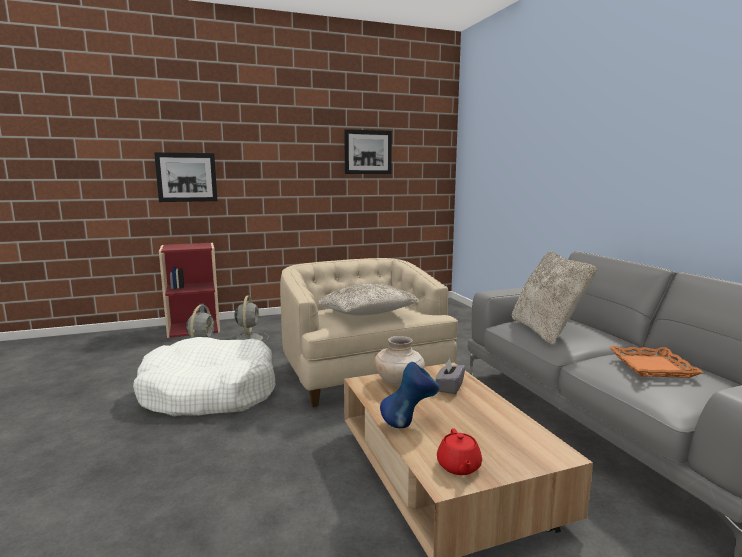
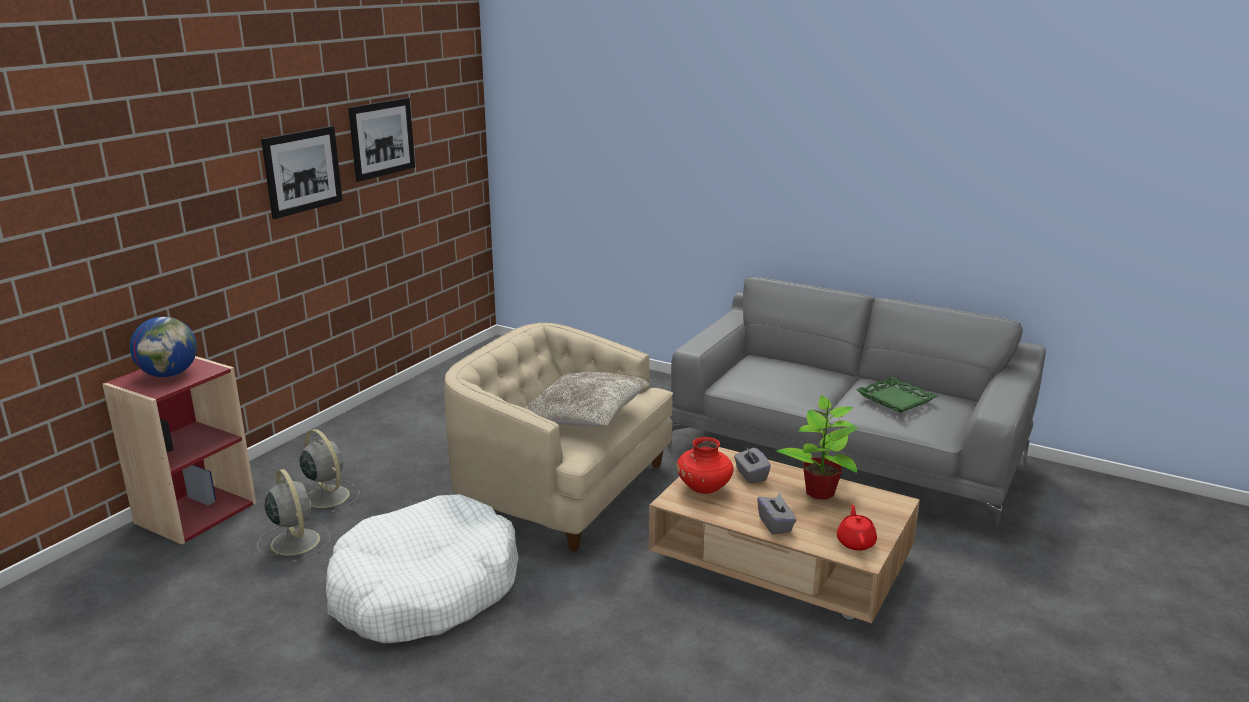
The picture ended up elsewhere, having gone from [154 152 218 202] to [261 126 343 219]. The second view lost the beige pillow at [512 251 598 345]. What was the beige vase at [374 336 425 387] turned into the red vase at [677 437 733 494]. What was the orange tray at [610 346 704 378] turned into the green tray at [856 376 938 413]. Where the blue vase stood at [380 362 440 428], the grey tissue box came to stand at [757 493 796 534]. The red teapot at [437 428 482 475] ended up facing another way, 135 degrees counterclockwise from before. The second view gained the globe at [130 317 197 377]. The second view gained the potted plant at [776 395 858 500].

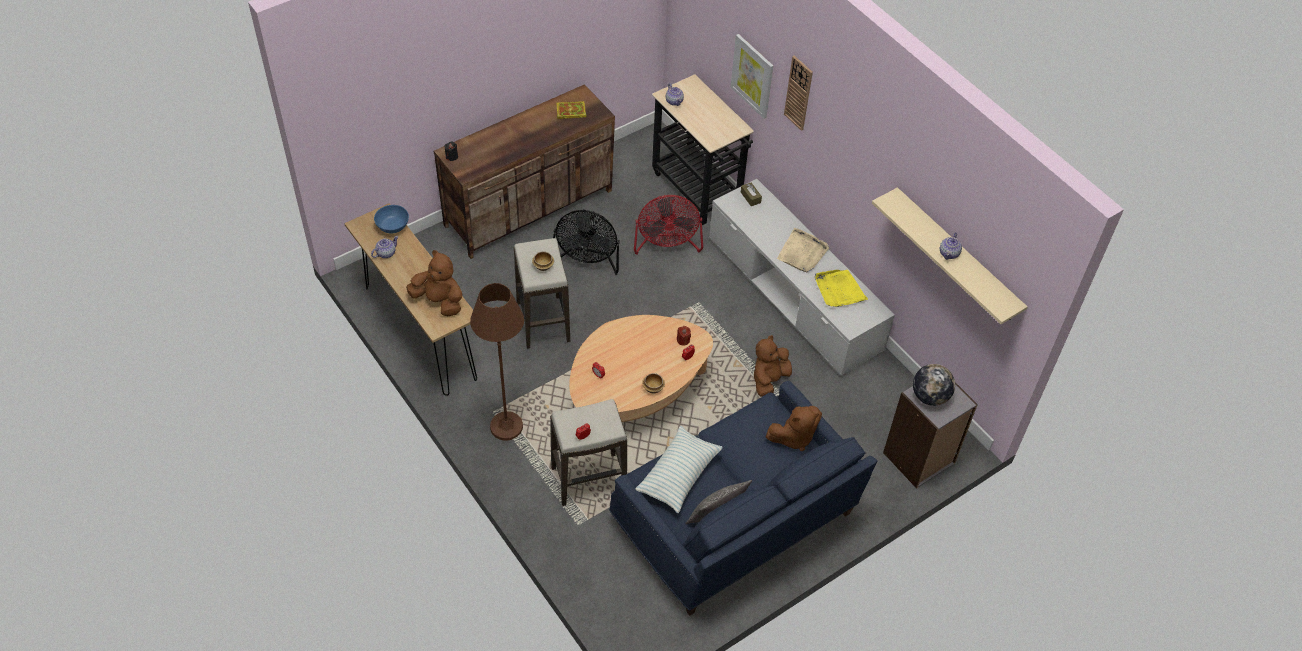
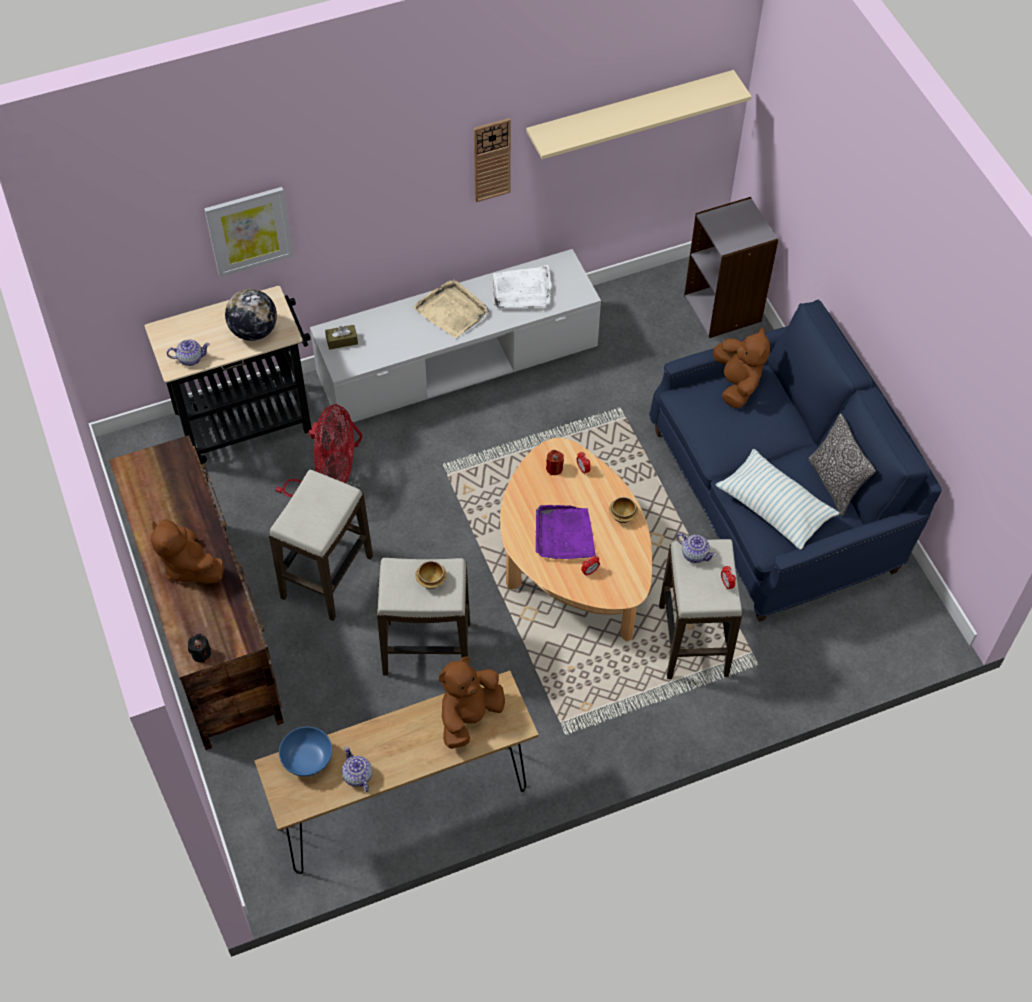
The wall clock ended up elsewhere, having gone from [784 56 813 131] to [474 118 511 202]. The second view lost the book at [556 101 586 119]. Where the black fan stood at [553 210 620 275], the stool came to stand at [269 470 373 621]. The teapot ended up elsewhere, having gone from [939 232 962 260] to [676 533 716 563]. What was the yellow tray at [814 270 868 307] turned into the white tray at [493 265 551 308]. The second view lost the brown floor lamp at [470 283 524 441]. The brown plush toy ended up elsewhere, having gone from [754 335 792 397] to [151 519 224 584]. The globe ended up elsewhere, having gone from [913 364 955 406] to [225 289 277 341]. The second view gained the purple tray at [536 505 596 559].

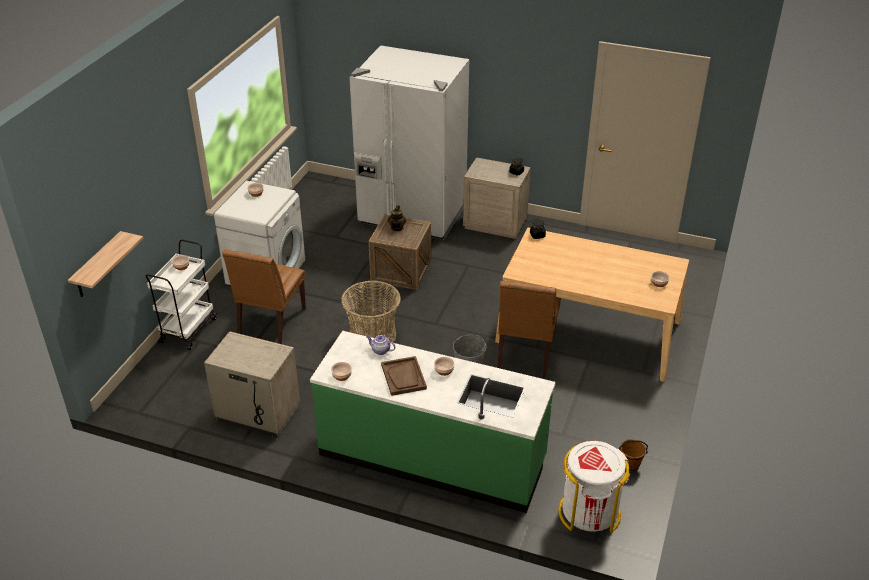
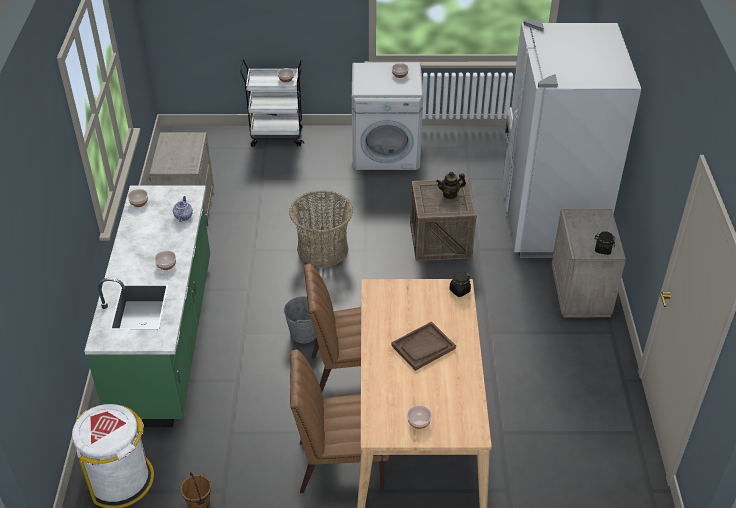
The second view lost the shelf at [68 231 143 297]. The brown chair ended up elsewhere, having gone from [222 249 306 344] to [290 350 390 493]. The brown tray ended up elsewhere, having gone from [381 356 427 396] to [391 321 456 371].

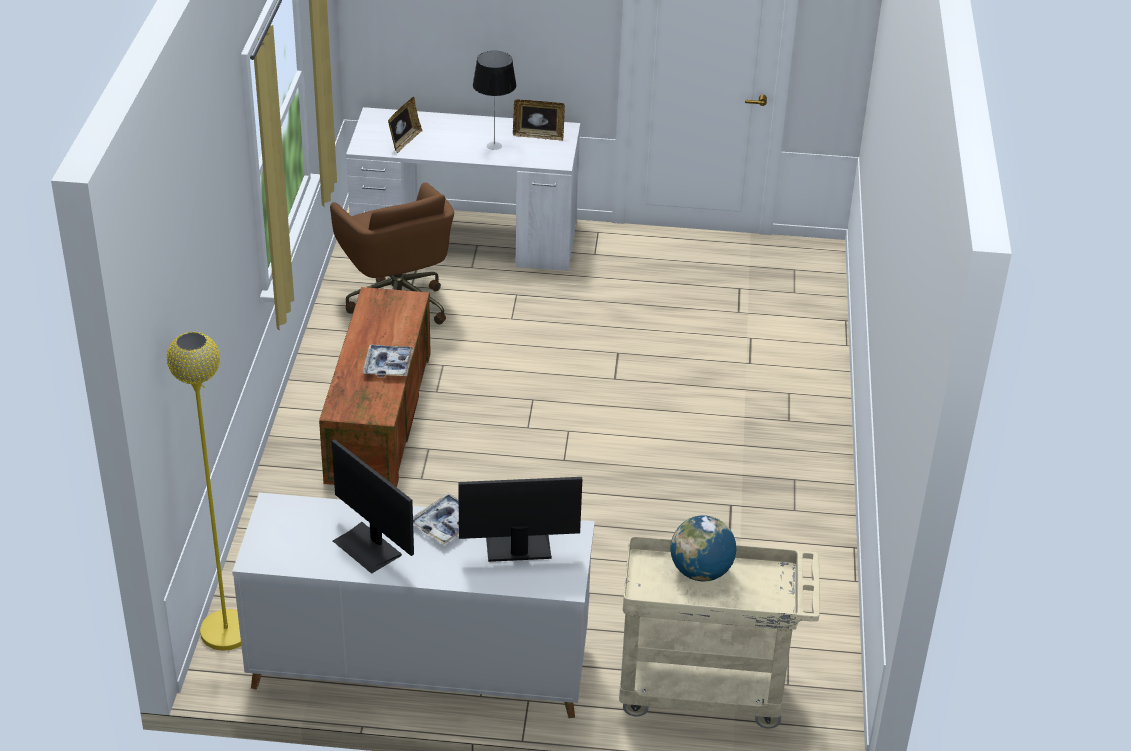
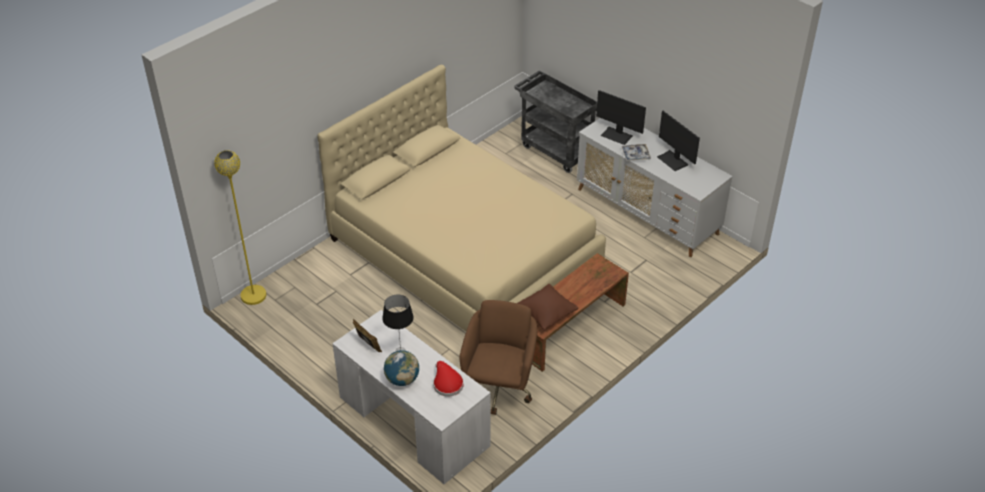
Where the picture frame stood at [388 97 423 153], the red hat came to stand at [433 361 464 397]. The yellow floor lamp ended up elsewhere, having gone from [167 332 241 650] to [214 150 266 305]. The second view lost the tray at [363 345 413 377]. The monitor at [332 439 414 574] ended up facing another way, 150 degrees clockwise from before. The globe ended up elsewhere, having gone from [670 515 736 581] to [384 350 419 386]. What was the beige cart at [619 536 820 728] turned into the black cart at [514 71 597 173]. The second view gained the beige bed at [317 65 606 331]. The second view gained the brown pillow at [517 284 579 330].

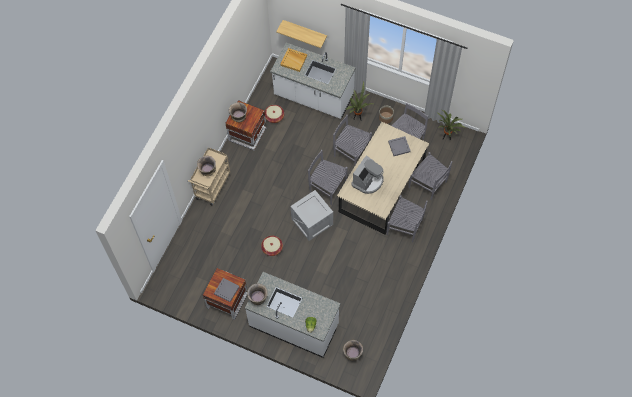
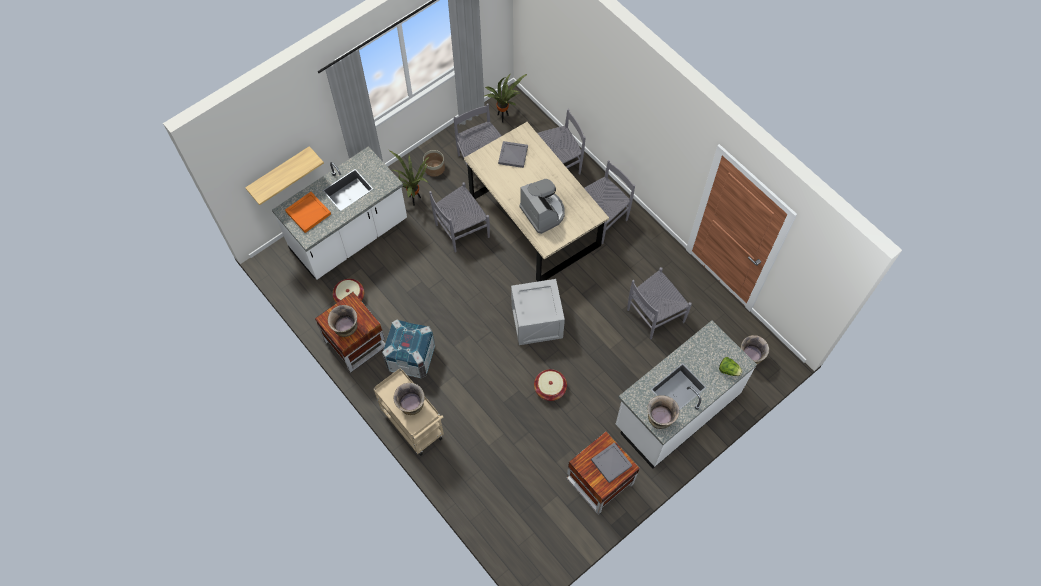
What was the beige tray at [280 48 307 72] turned into the orange tray at [285 192 331 233]. The grey chair ended up elsewhere, having gone from [308 150 348 205] to [627 267 692 339]. The second view gained the crate at [382 319 435 378].

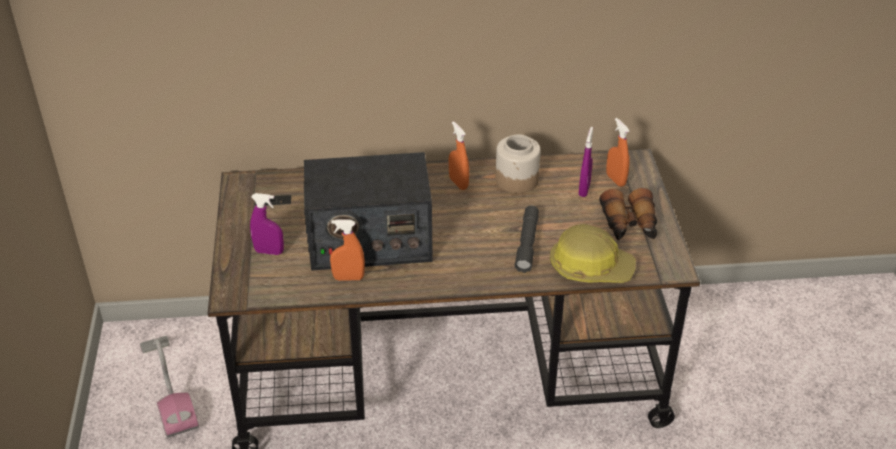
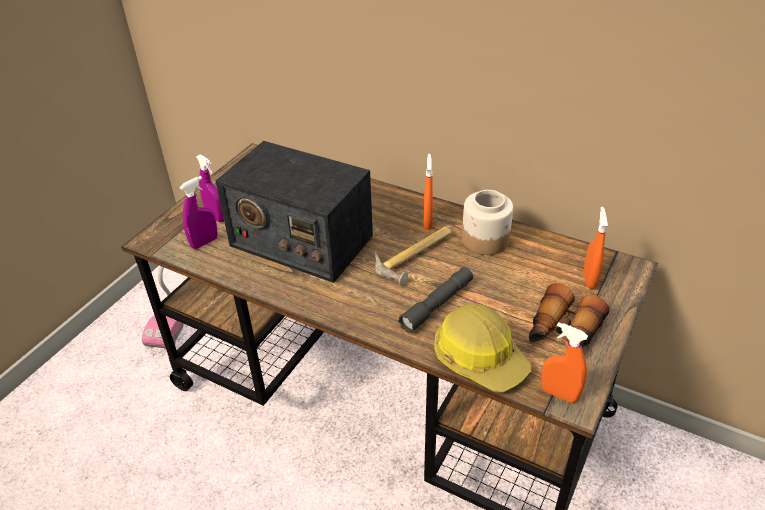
The purple spray bottle ended up elsewhere, having gone from [579 127 593 197] to [180 176 218 249]. The orange spray bottle ended up elsewhere, having gone from [330 220 365 281] to [542 322 588 403]. The second view gained the hammer at [375 227 452 286].

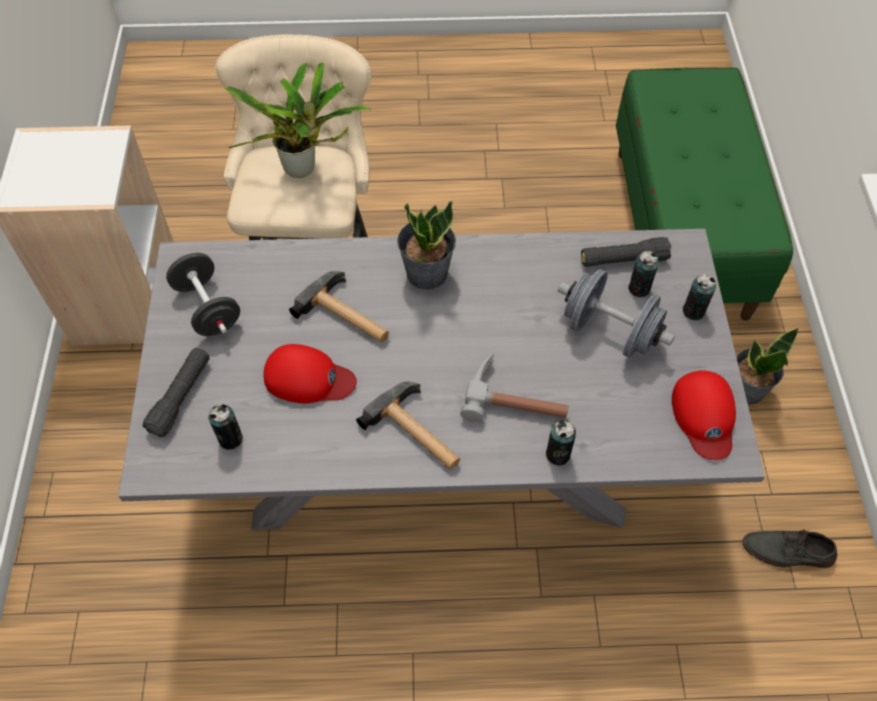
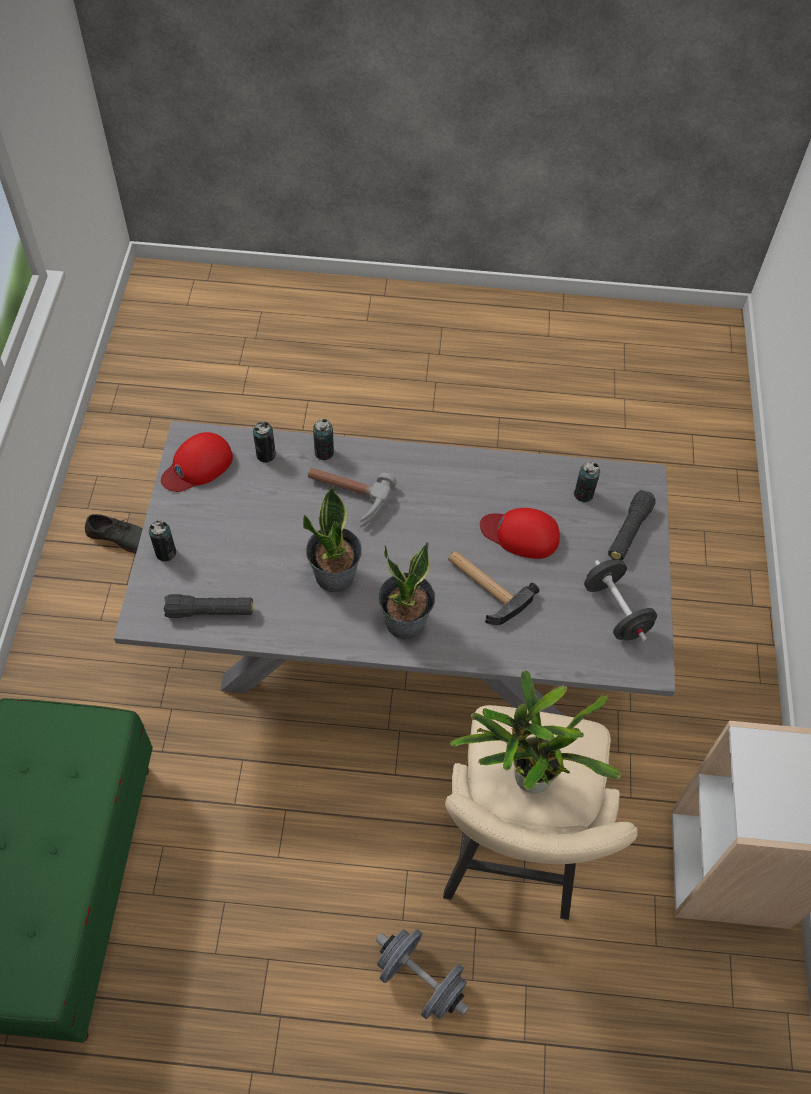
The can ended up elsewhere, having gone from [628 251 659 298] to [253 421 276 463]. The grey dumbbell ended up elsewhere, having gone from [558 269 675 358] to [376 929 469 1019]. The potted plant ended up elsewhere, having gone from [736 327 799 405] to [303 487 362 592]. The red cap at [672 370 736 460] ended up facing another way, 135 degrees counterclockwise from before. The second view lost the hammer at [356 382 460 469].

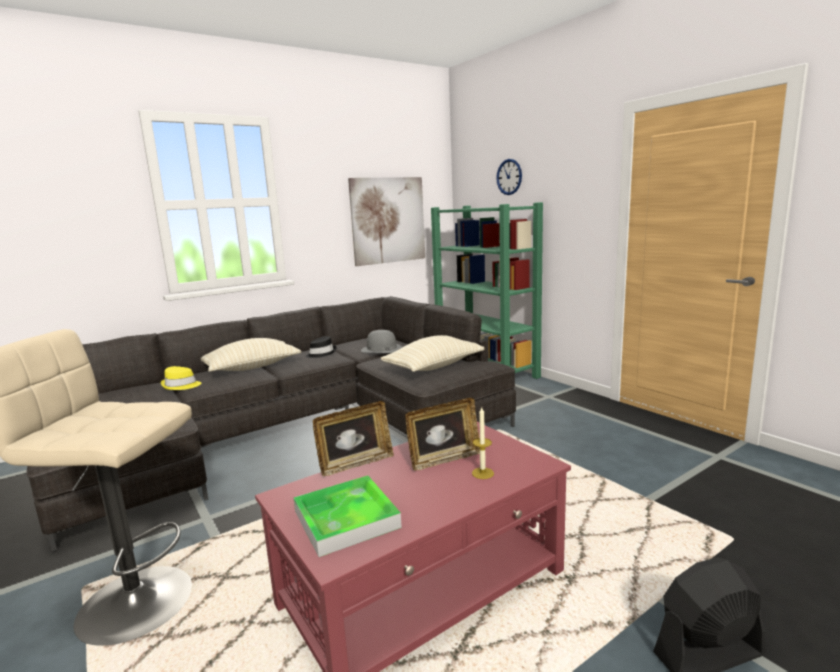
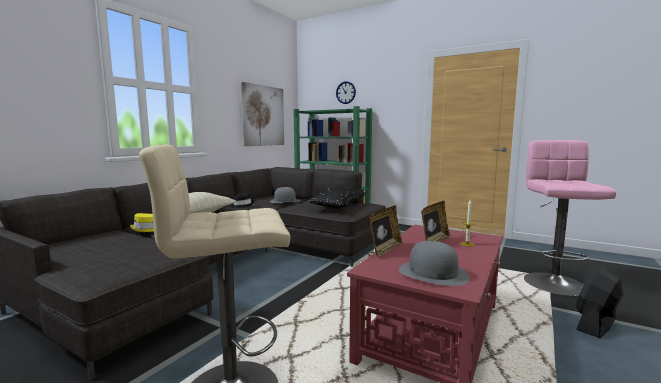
What was the beige pillow at [381 335 485 372] turned into the black pillow at [307 185 366 208]. Where the tray stood at [294 476 402 557], the grey hat came to stand at [399 241 470 286]. The second view gained the pink stool at [524 140 616 296].

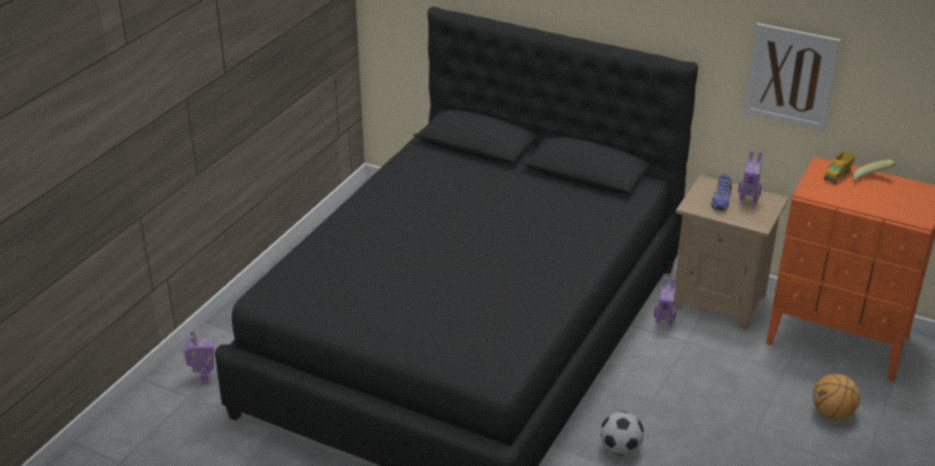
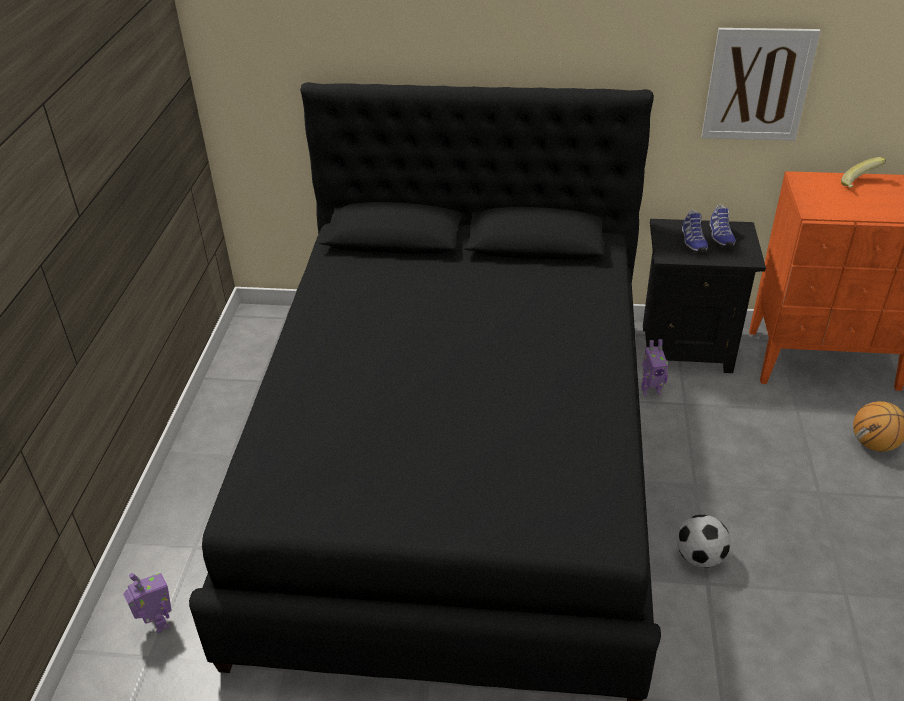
Where the toy robot stood at [738 150 762 207], the shoe came to stand at [709 205 736 248]. The second view lost the toy truck at [824 151 856 184]. What was the beige nightstand at [674 175 789 330] turned into the black nightstand at [643 219 766 373].

